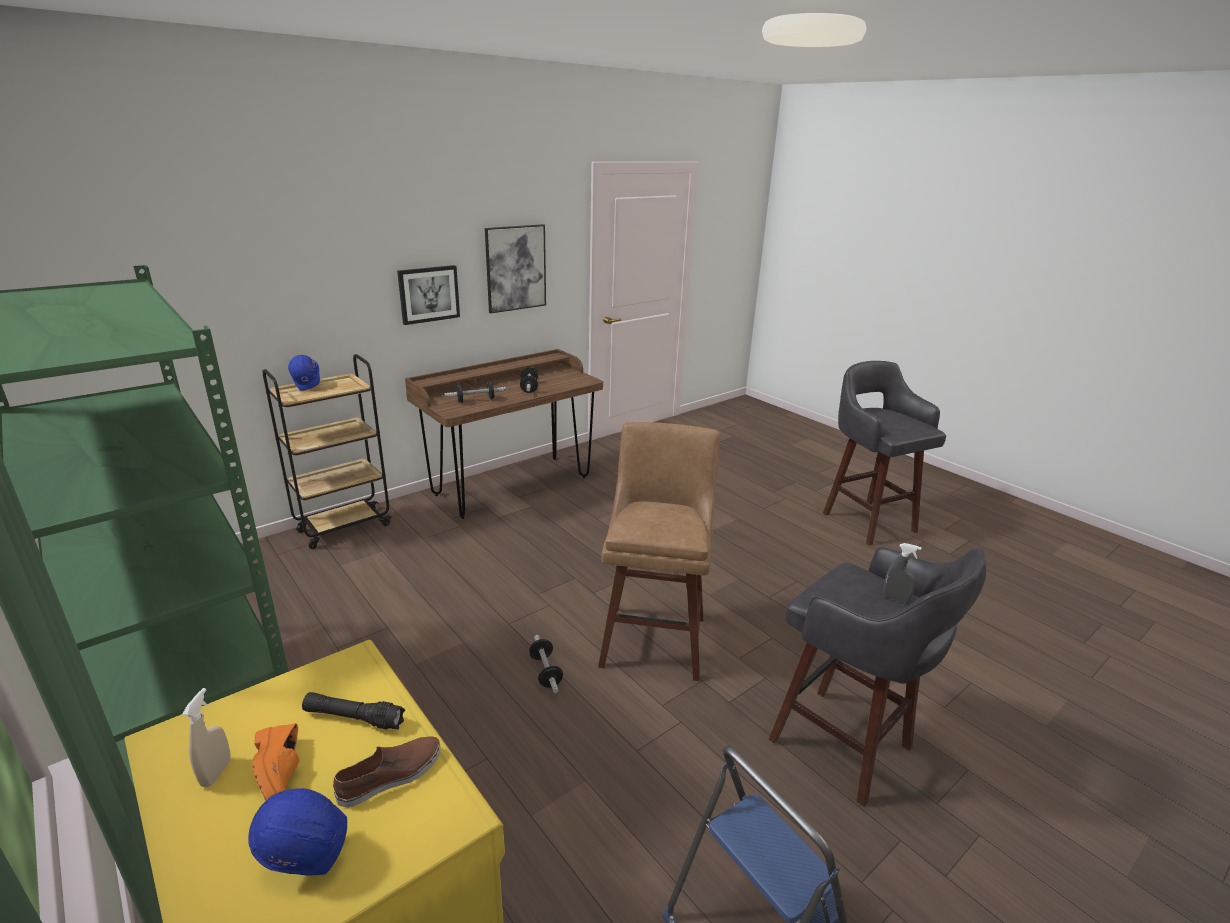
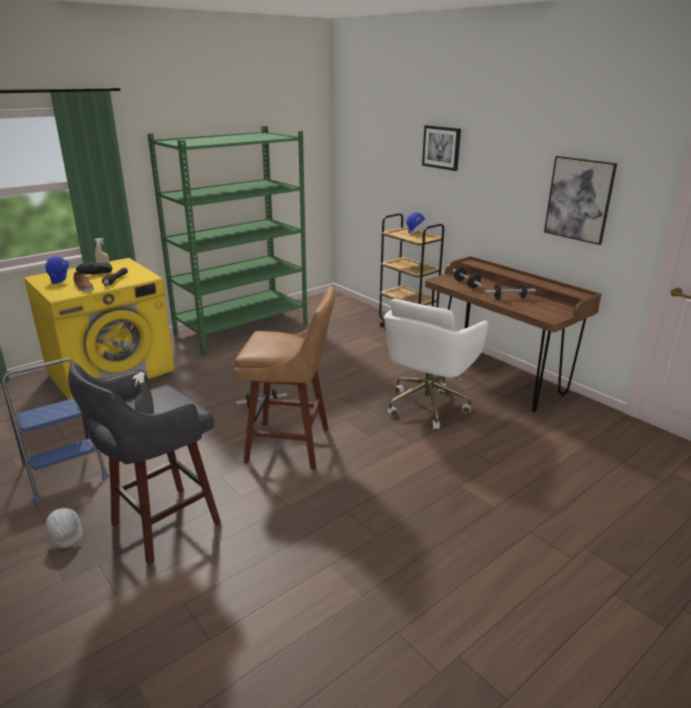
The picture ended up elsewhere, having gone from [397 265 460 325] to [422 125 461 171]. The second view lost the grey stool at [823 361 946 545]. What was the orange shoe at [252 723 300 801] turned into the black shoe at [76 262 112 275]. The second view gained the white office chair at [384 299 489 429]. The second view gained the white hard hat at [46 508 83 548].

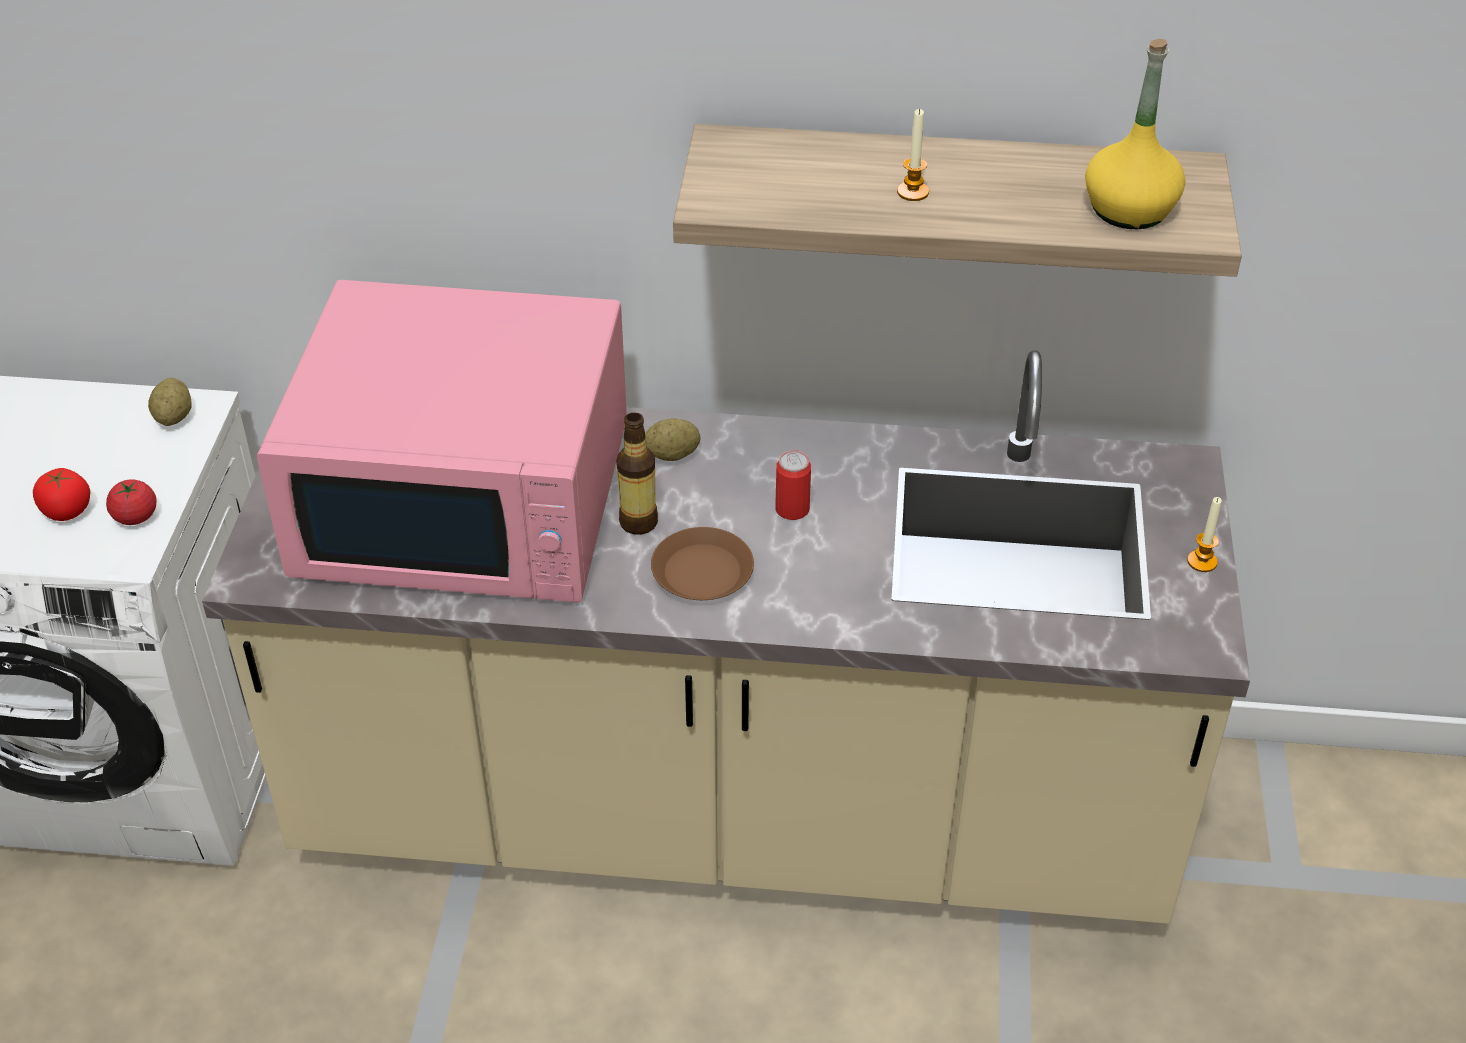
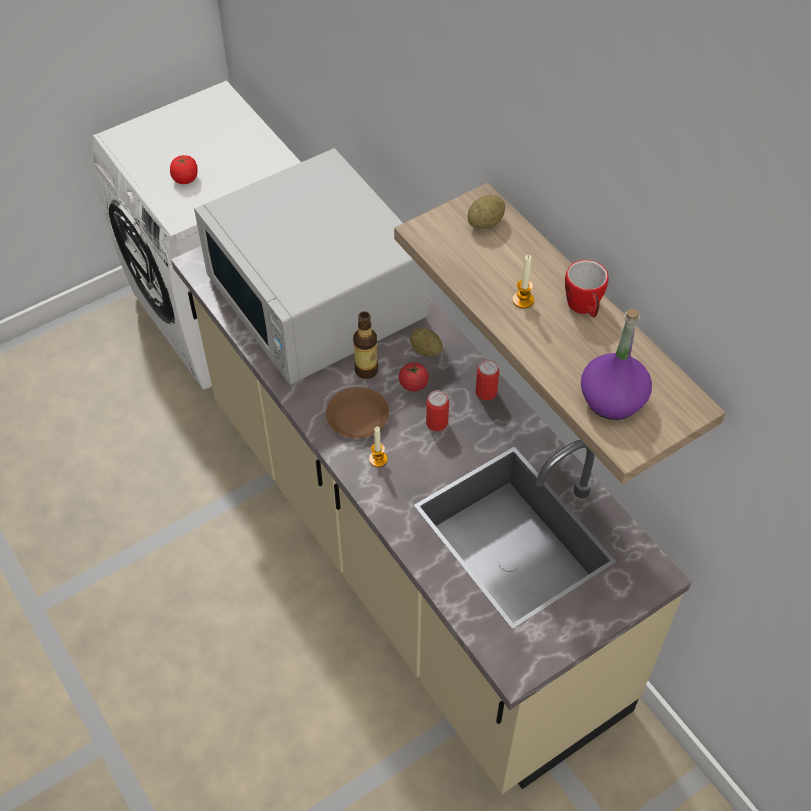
What was the yellow bottle at [1085 39 1185 229] turned into the purple bottle at [581 309 652 420]. What was the pink microwave at [257 280 627 602] turned into the white microwave at [194 148 429 385]. The potato ended up elsewhere, having gone from [148 378 192 426] to [468 195 505 229]. The tomato ended up elsewhere, having gone from [106 479 156 525] to [399 362 429 391]. The candle ended up elsewhere, having gone from [1187 497 1222 572] to [369 427 388 467]. The second view gained the mug at [565 260 609 318]. The second view gained the can at [476 360 499 400].

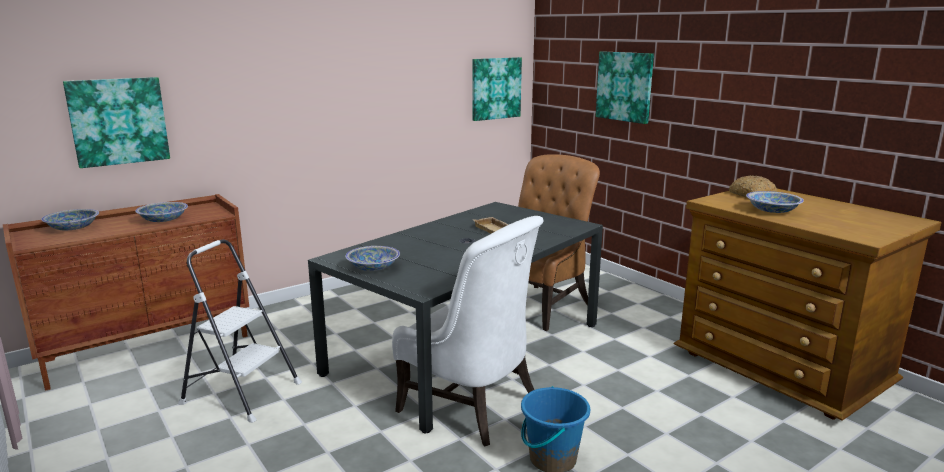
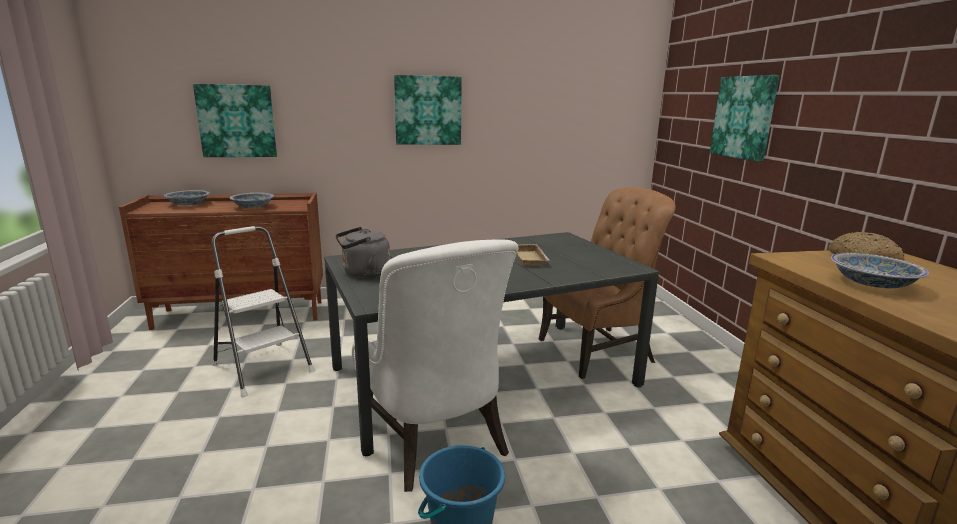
The picture ended up elsewhere, having gone from [472 57 522 121] to [394 75 462 145]. Where the bowl stood at [345 246 400 271], the grey kettle came to stand at [335 227 390 278].

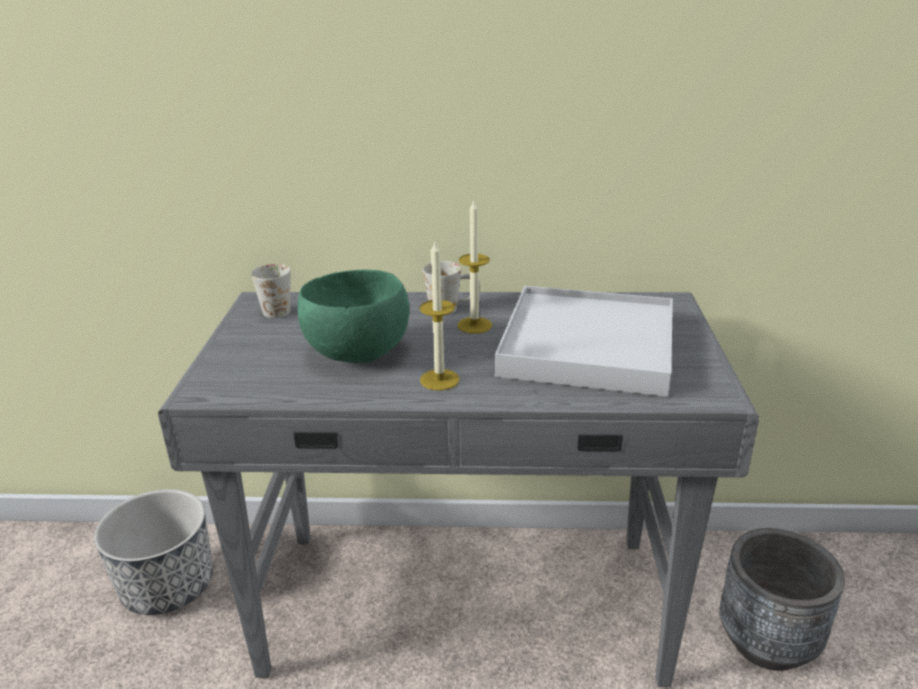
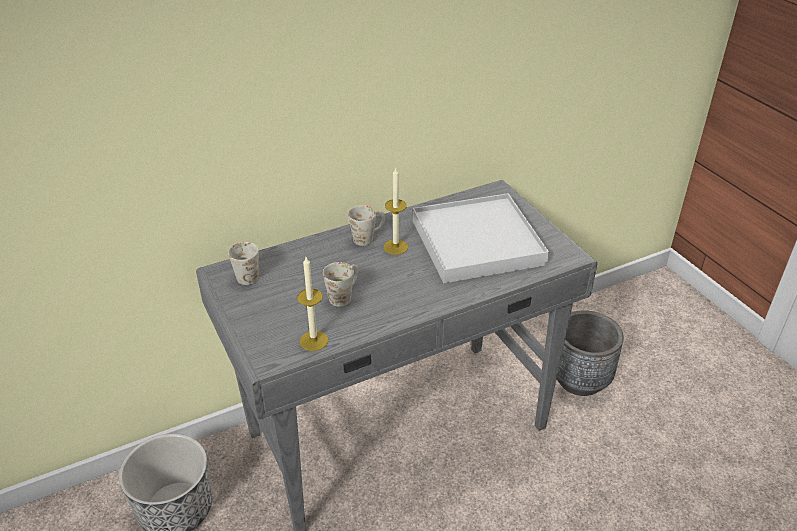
The candle ended up elsewhere, having gone from [420 242 459 390] to [297 257 328 351]. Where the green bowl stood at [297 270 409 363], the white mug came to stand at [323 262 358 307].

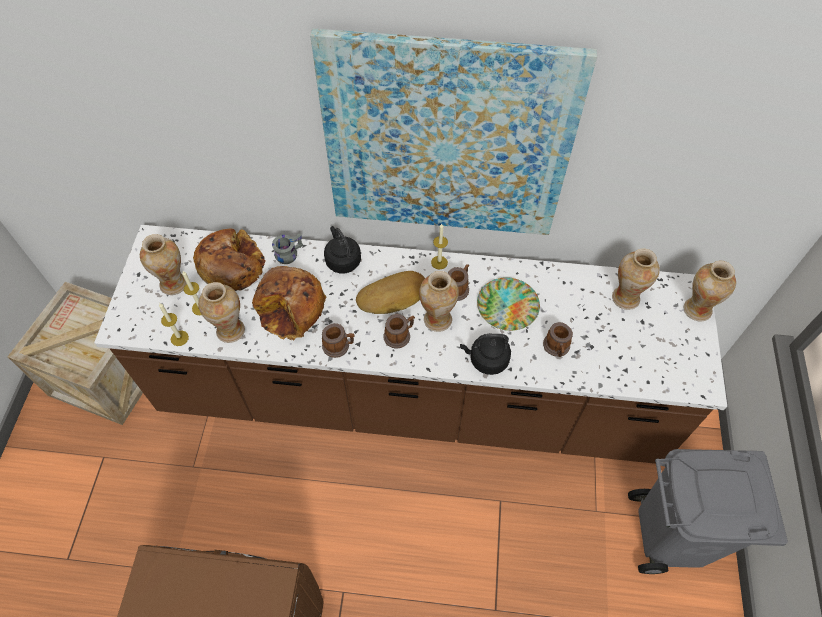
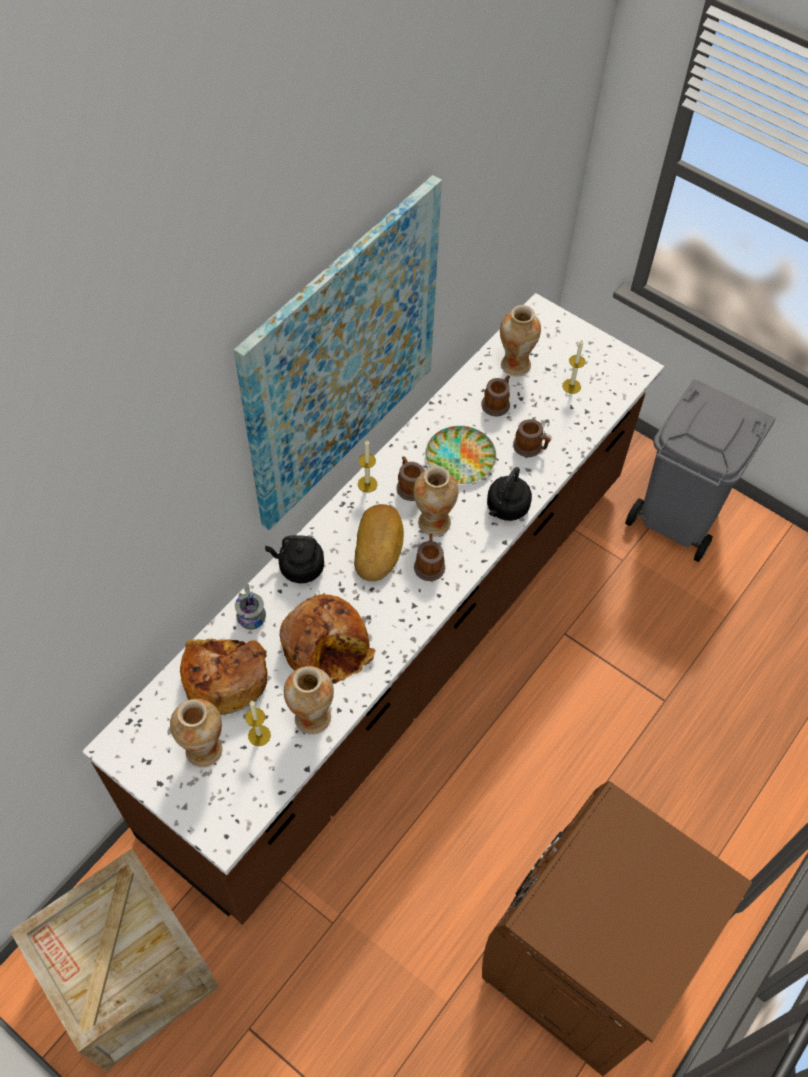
The second view lost the vase at [684 261 736 321]. The candle ended up elsewhere, having gone from [159 303 189 346] to [562 340 585 394]. The mug ended up elsewhere, having gone from [322 323 355 358] to [481 375 510 417].

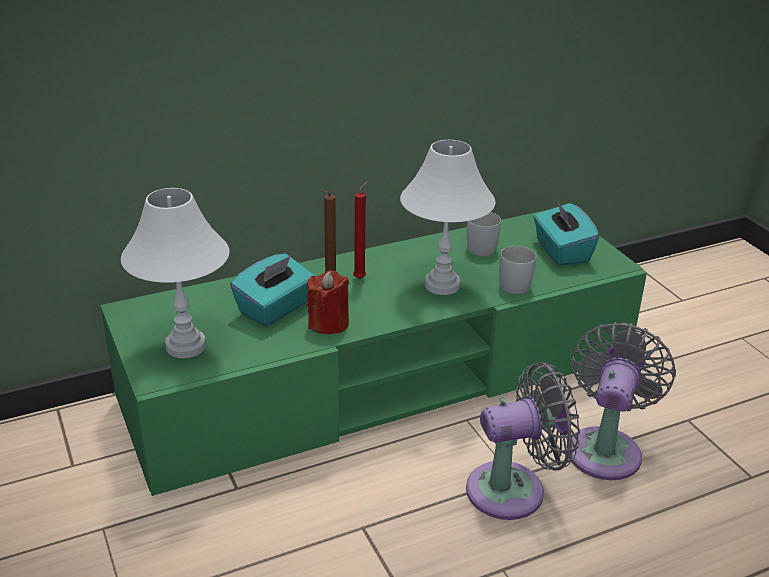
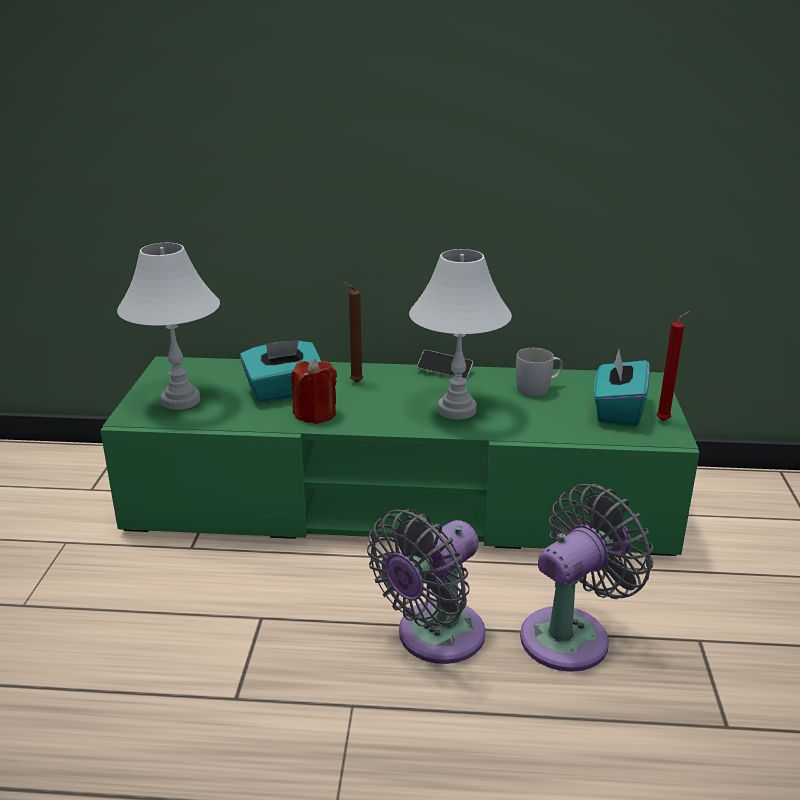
The red candle ended up elsewhere, having gone from [353 181 368 279] to [656 311 690 421]. The second view lost the white mug at [499 246 536 294]. The grey fan at [466 362 580 520] ended up facing another way, 120 degrees clockwise from before. The second view gained the phone at [417 350 473 379].

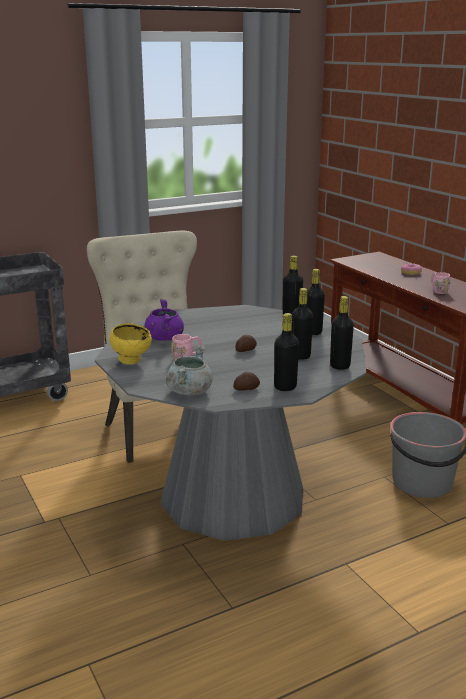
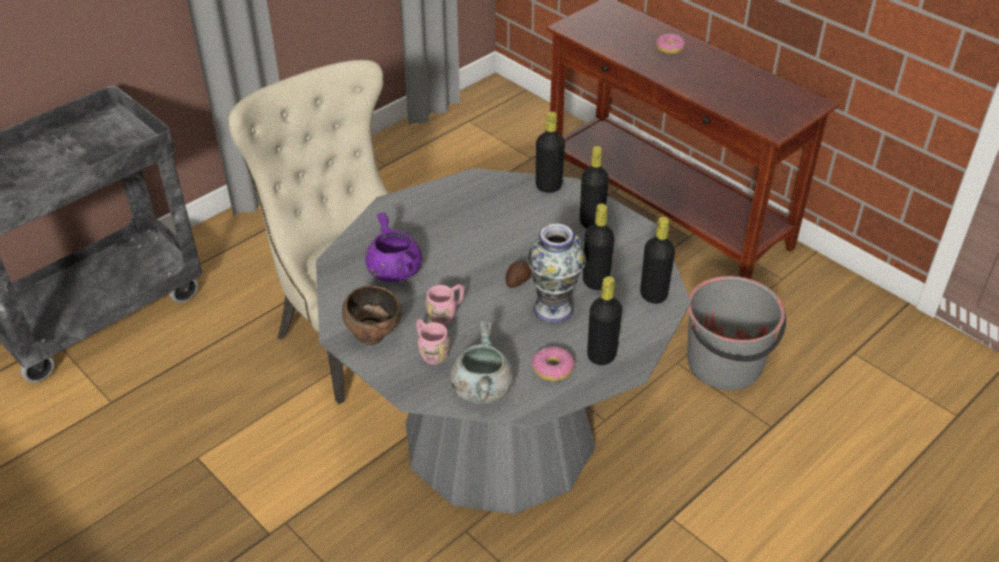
The pink mug ended up elsewhere, having gone from [431 272 451 294] to [416 319 450 365]. What was the yellow bowl at [109 323 152 365] turned into the brown bowl at [342 286 402 345]. Where the potato stood at [233 372 260 390], the donut came to stand at [532 347 575 381]. The second view gained the vase at [527 223 586 323].

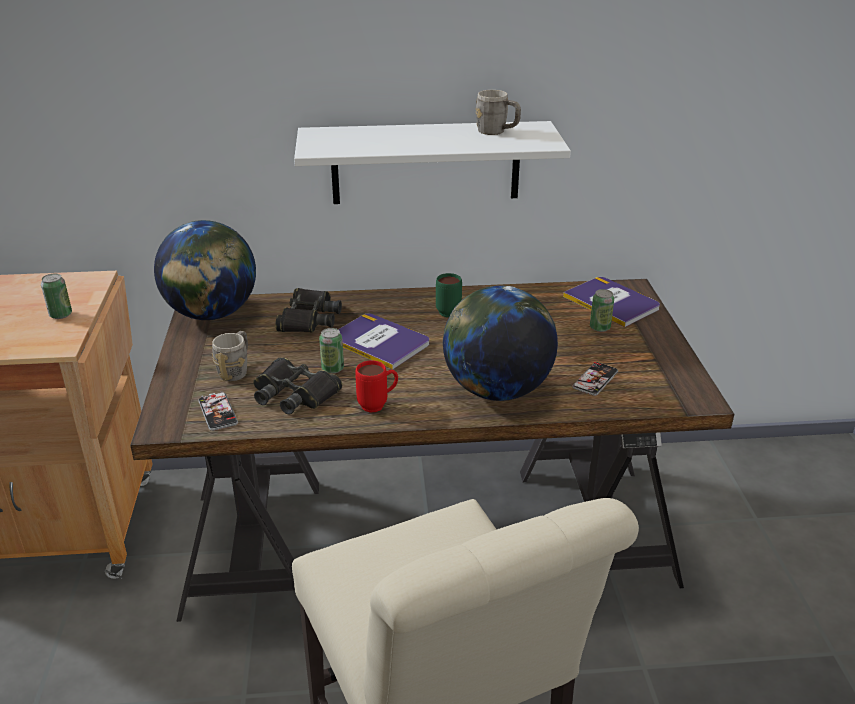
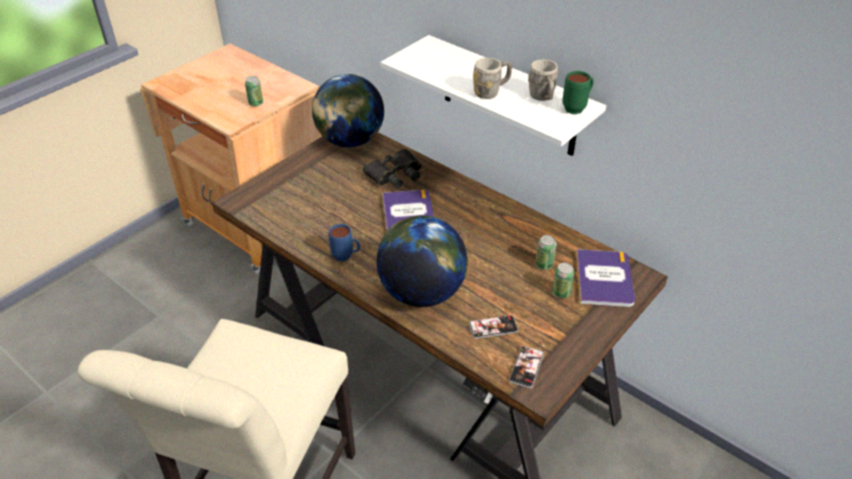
The green mug ended up elsewhere, having gone from [436 273 462 317] to [562 71 594 114]. The can ended up elsewhere, having gone from [319 328 344 374] to [536 235 556 270]. The grey mug ended up elsewhere, having gone from [212 331 248 381] to [473 58 512 99]. The second view lost the black binoculars at [253 357 342 415]. What was the red mug at [355 360 398 413] turned into the blue mug at [329 224 360 261]. The phone ended up elsewhere, having gone from [198 391 238 431] to [509 346 544 388].

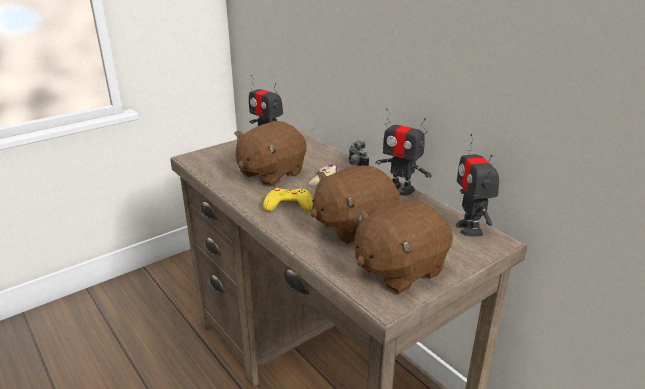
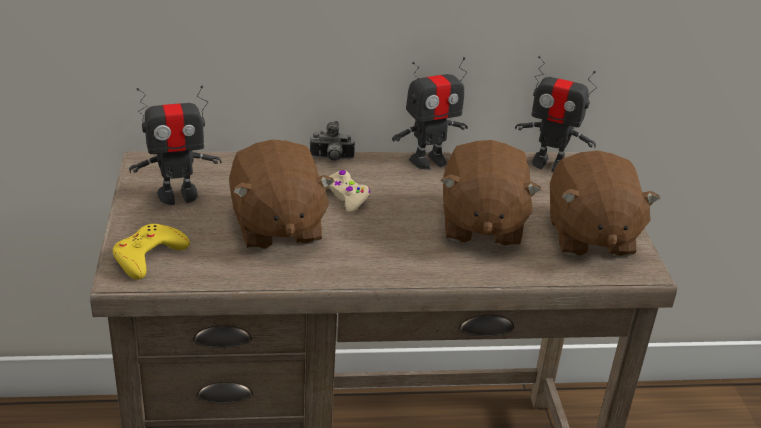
The yellow game controller ended up elsewhere, having gone from [263 188 313 212] to [113 224 190 280].

